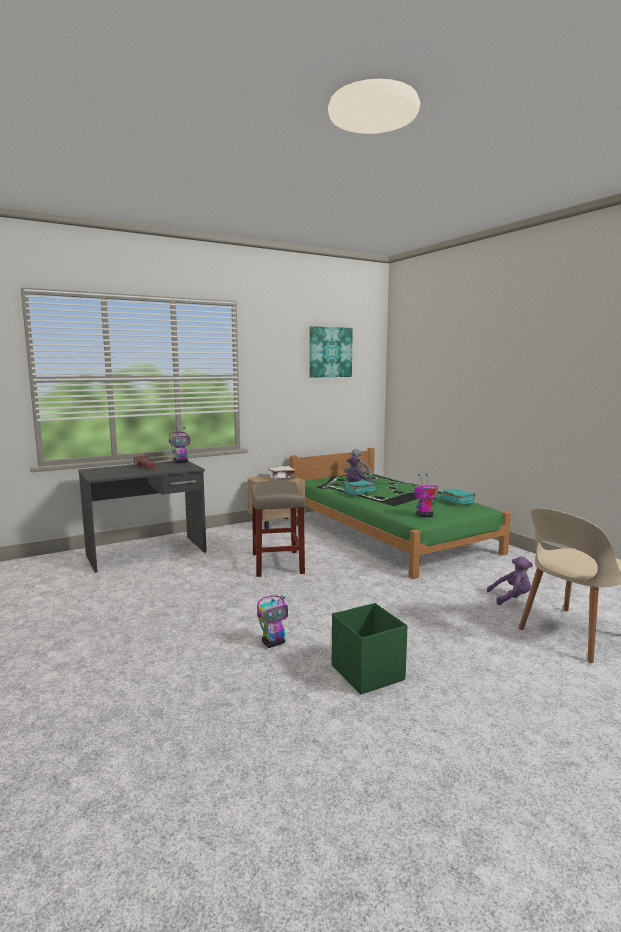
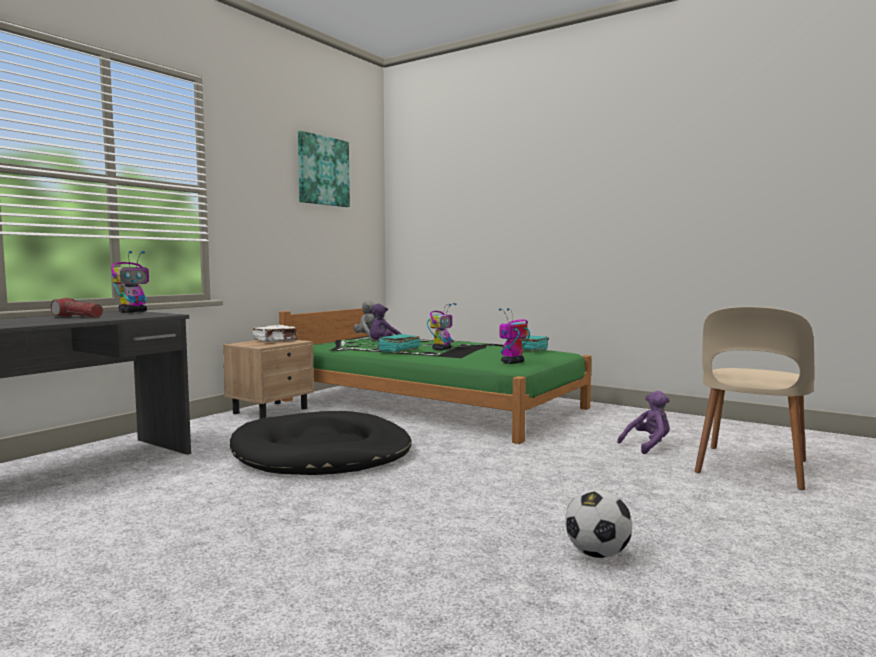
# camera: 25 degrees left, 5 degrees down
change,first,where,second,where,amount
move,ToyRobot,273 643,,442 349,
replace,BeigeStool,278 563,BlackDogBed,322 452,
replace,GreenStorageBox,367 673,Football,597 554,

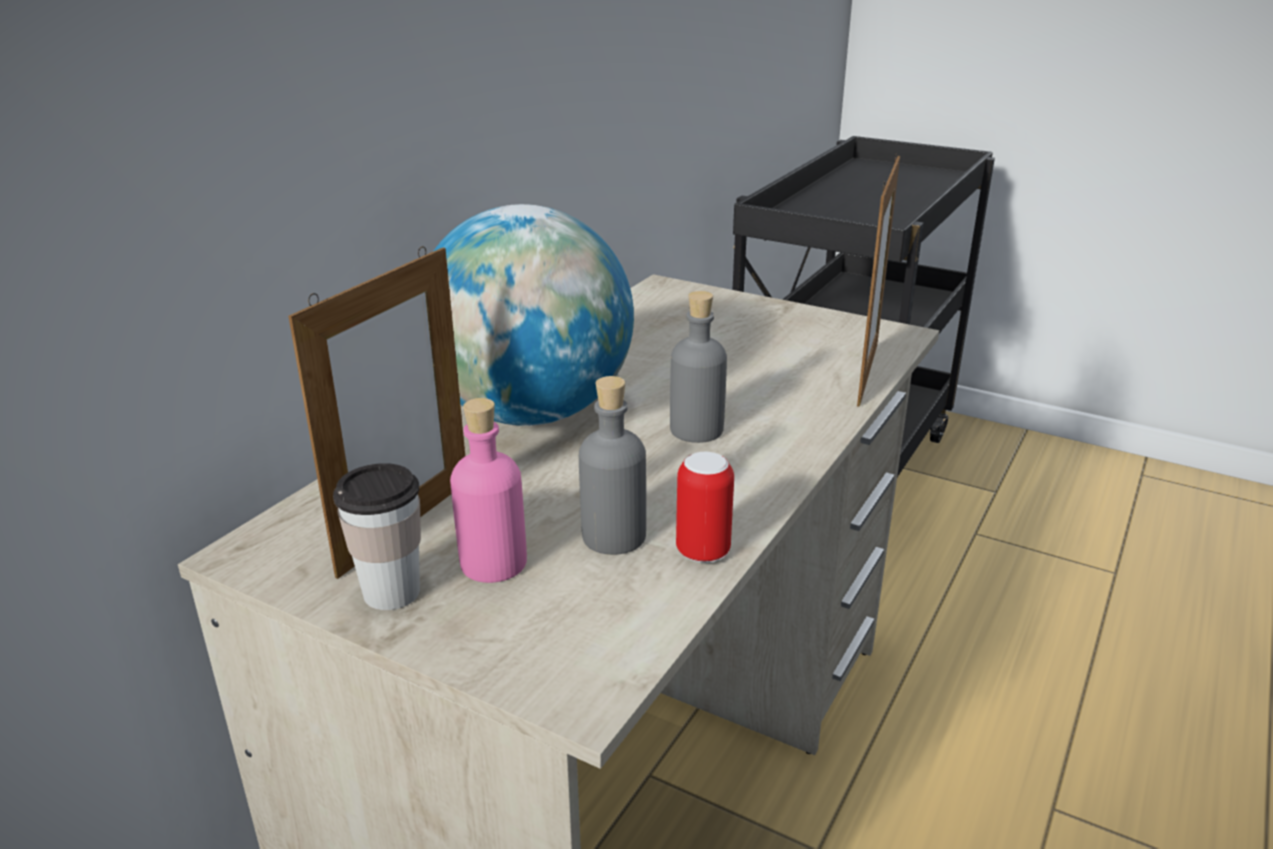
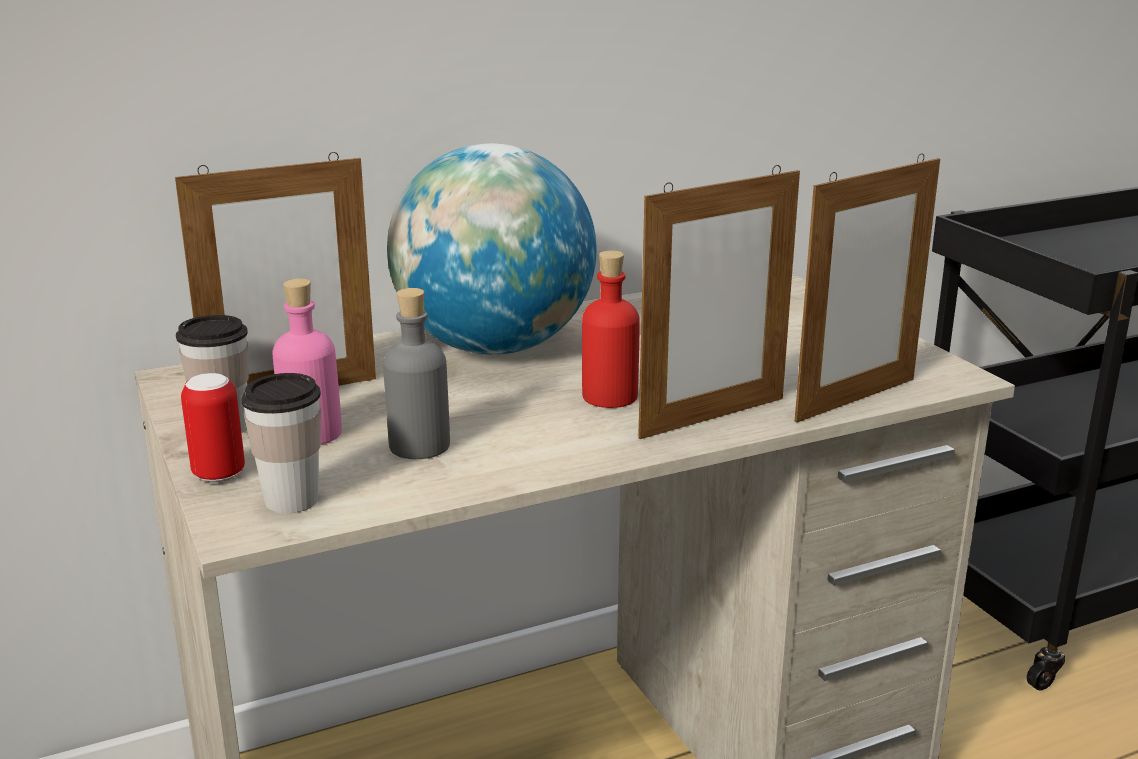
# camera: 35 degrees right, 5 degrees down
change,first,where,second,where,amount
insert,,,Cup,291 500,
insert,,,PictureFrame,712 417,
move,Can,703 552,,219 474,
recolor,GreyBottle,696 430,RedBottle,609 396,

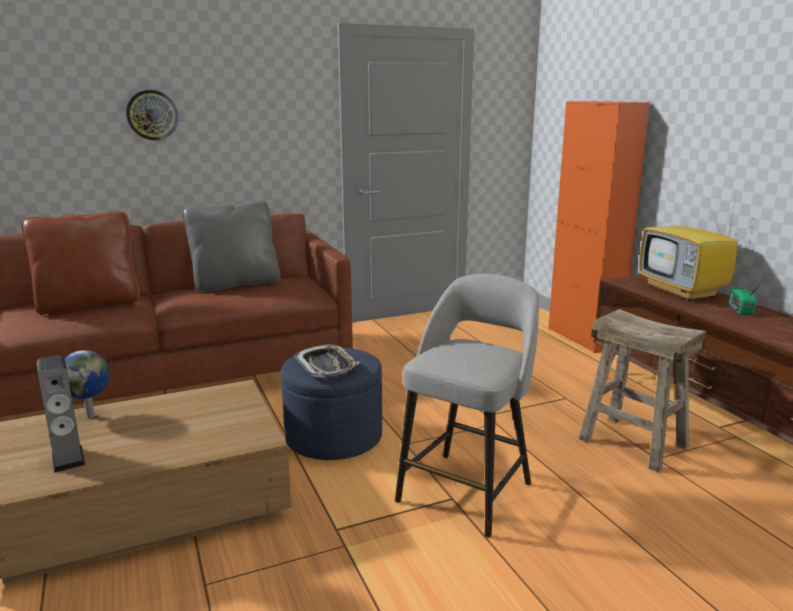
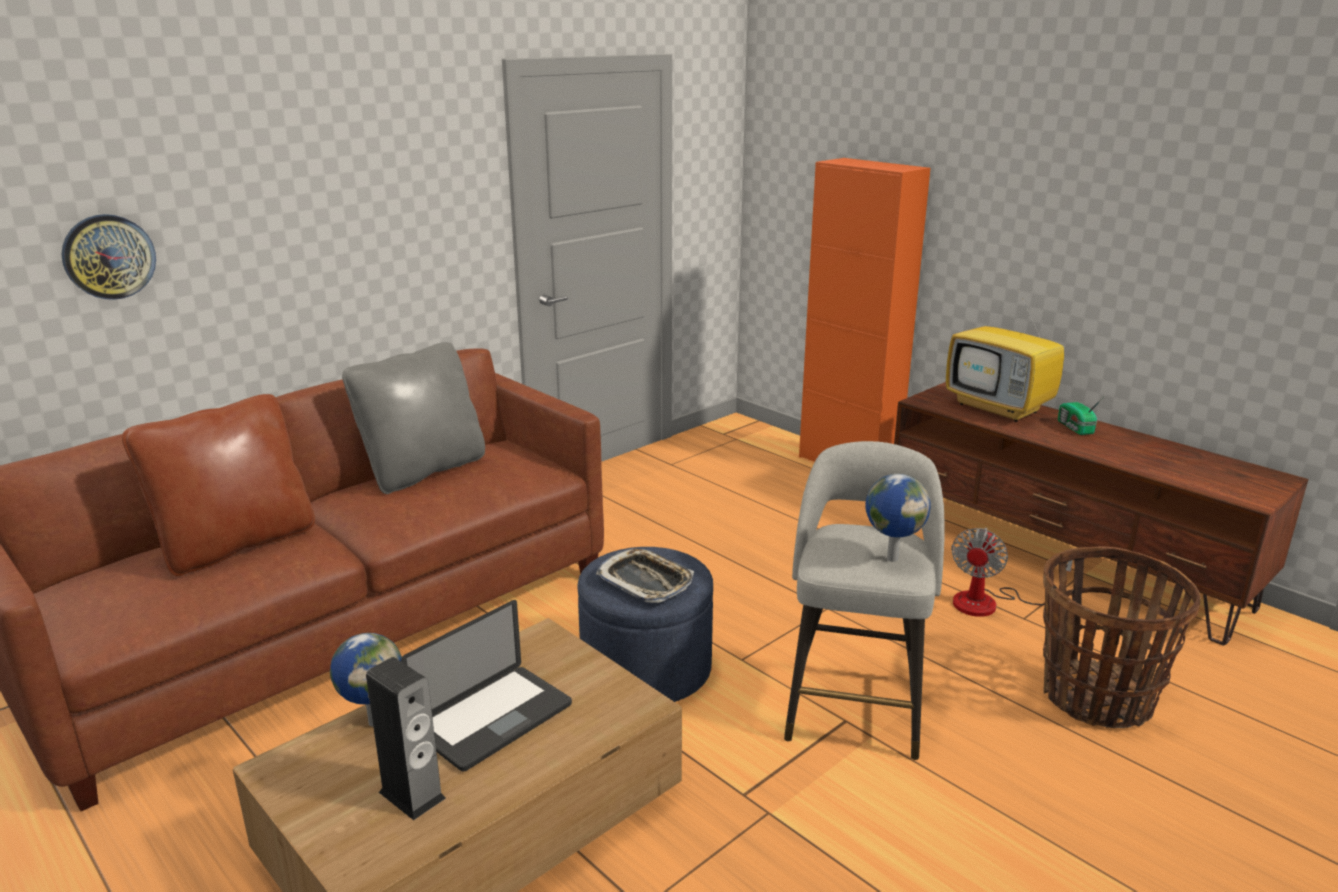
# camera: 20 degrees left, 5 degrees up
change,first,where,second,where,amount
insert,,,Laptop,493 719,
insert,,,Globe,891 558,
insert,,,Basket,1096 698,
move,WallClock,152 115,,109 256,
replace,BeigeStool,634 443,Fan,989 603,

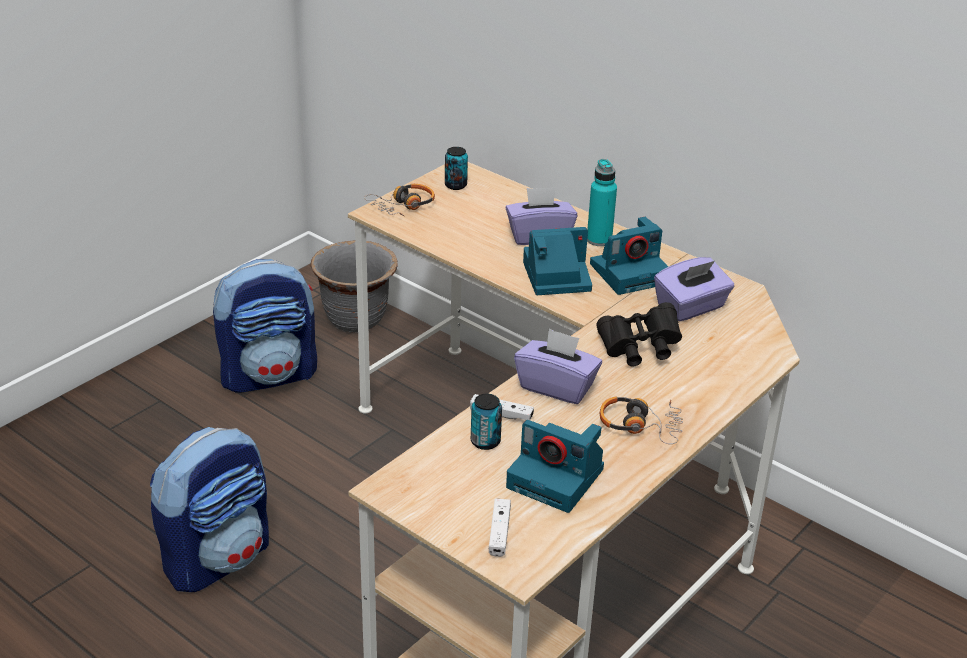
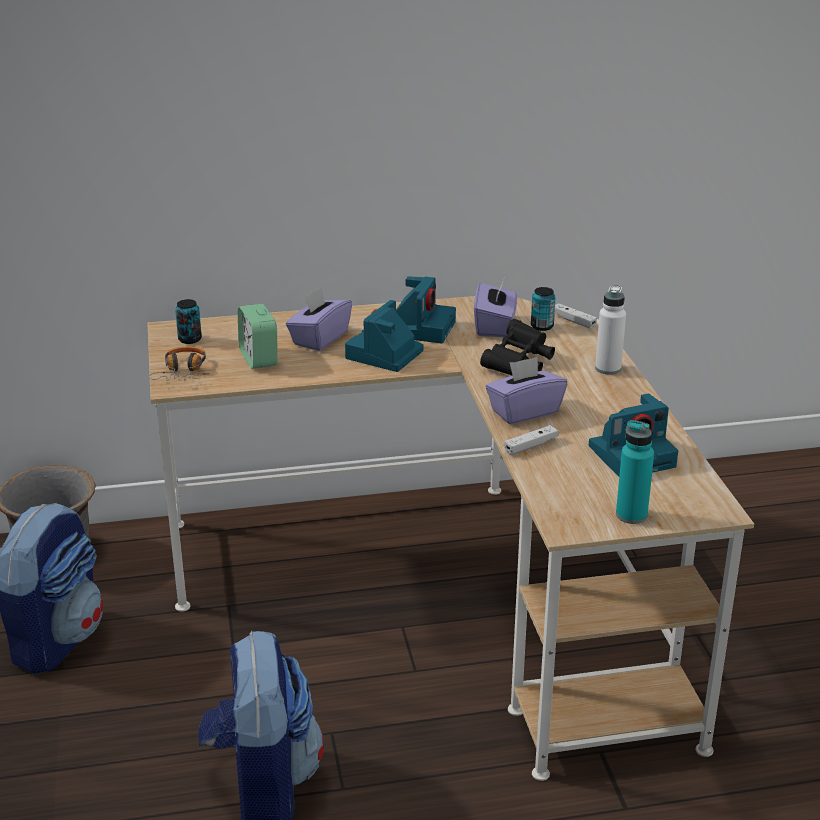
# camera: 50 degrees left, 5 degrees down
change,first,where,second,where,amount
delete,Headphones,640 425,,,
insert,,,AlarmClock,259 358,
insert,,,WhiteBottle,608 368,
move,Can,485 441,,542 326,
move,WhiteGameController,499 533,,573 321,
move,TurquoiseBottle,599 240,,631 515,

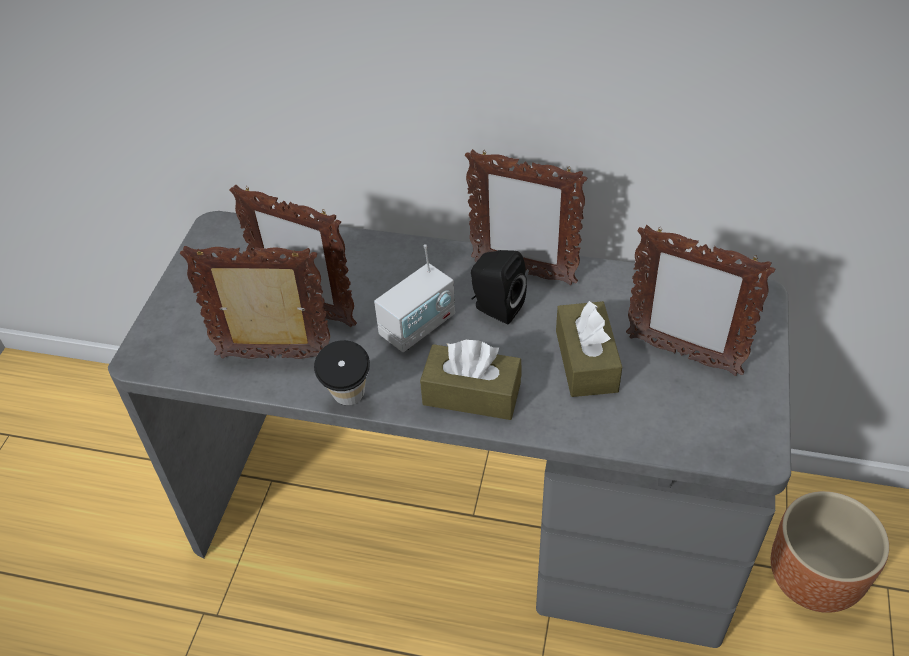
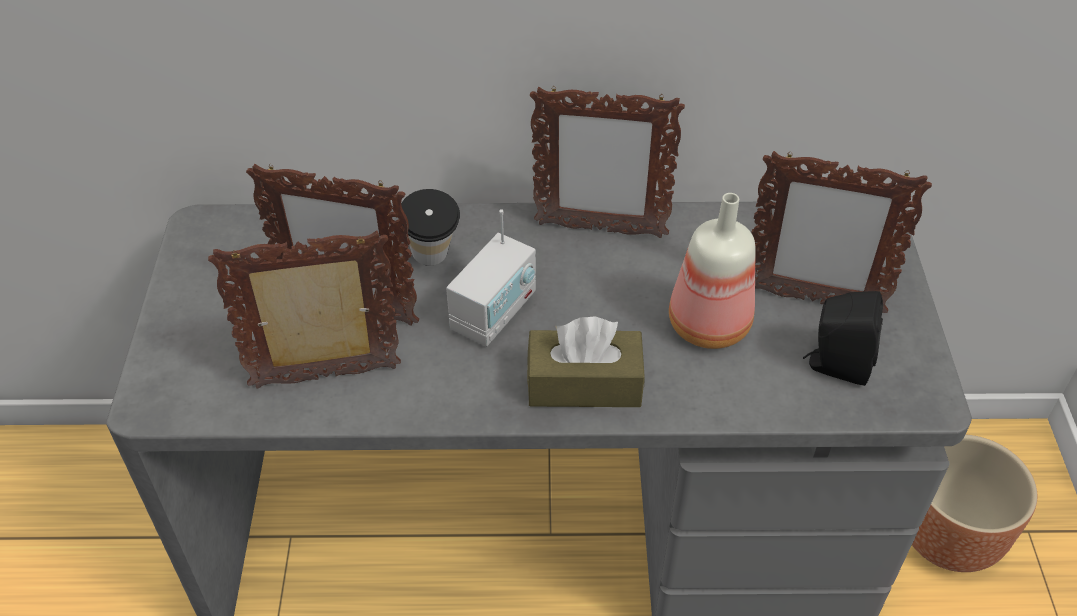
# camera: 15 degrees left, 0 degrees up
change,first,where,second,where,amount
move,Cup,349 402,,433 262,
move,BlackSpeaker,495 308,,835 365,
replace,BrownTissueBox,586 361,Bottle,706 324,

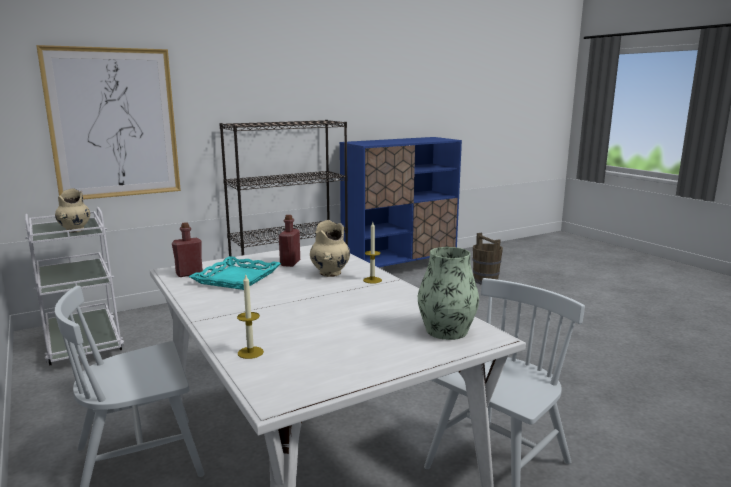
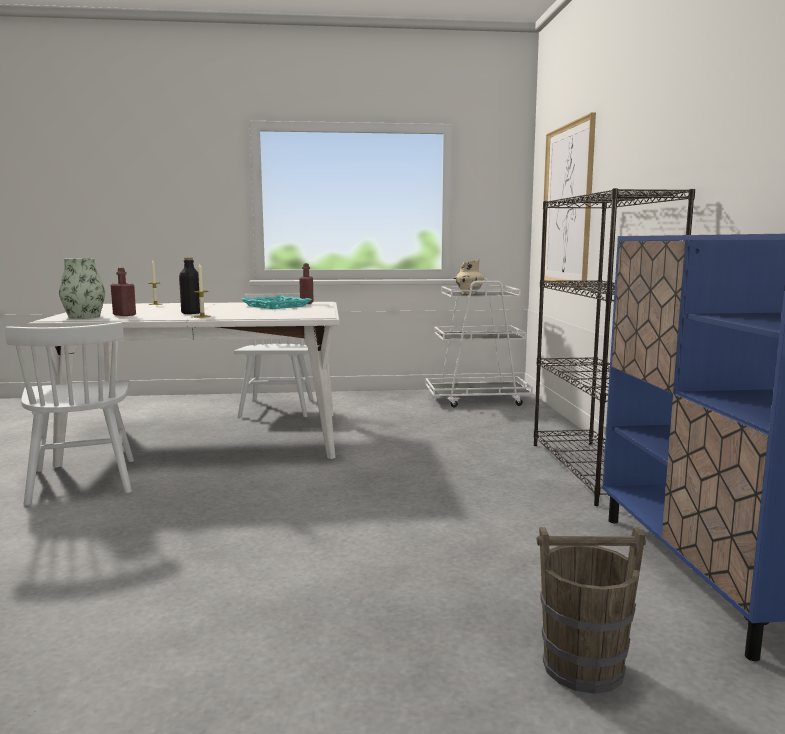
# camera: 115 degrees right, 5 degrees down
change,first,where,second,where,amount
delete,BeigeVase,330 274,,,
insert,,,BlackBottle,191 313,
move,RedBottle,290 263,,124 315,

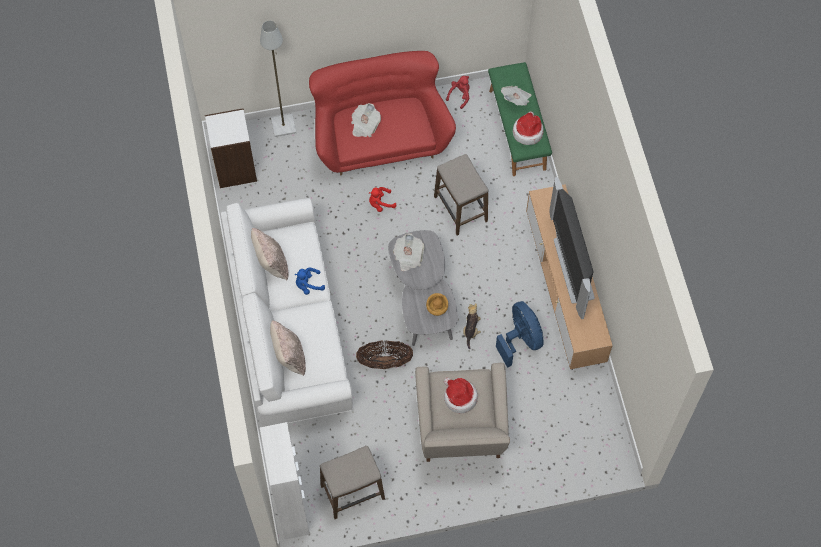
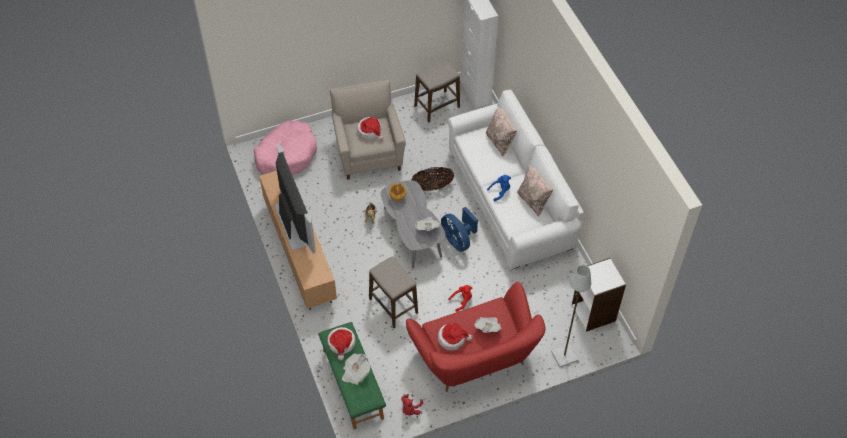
# camera: 170 degrees right, 10 degrees down
change,first,where,second,where,amount
insert,,,PinkDogBed,286 155,
insert,,,Hat,452 339,
move,BlueFan,520 340,,458 240,

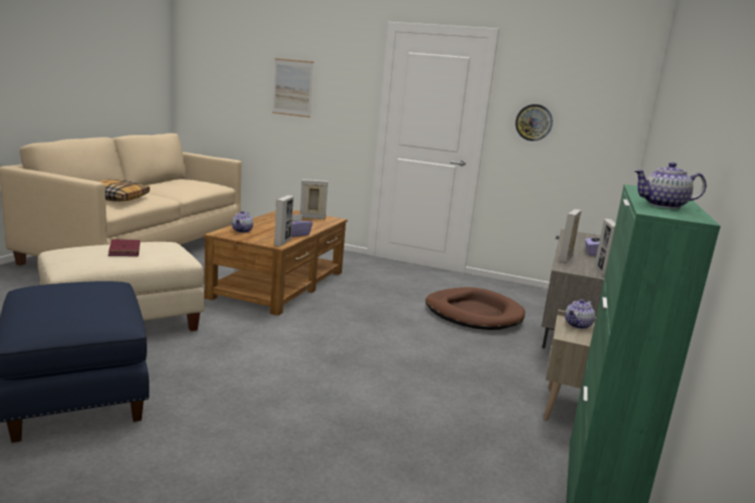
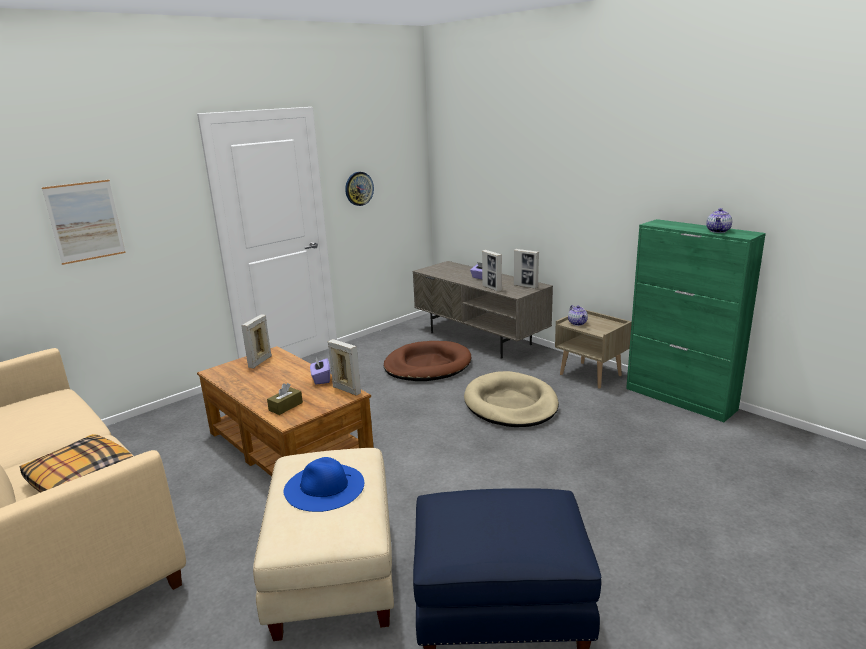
# camera: 60 degrees left, 5 degrees up
change,first,where,second,where,amount
insert,,,BeigeDogBed,510 404,
replace,RedBook,124 250,BlueHat,324 487,
replace,Teapot,242 231,BrownTissueBox,285 406,

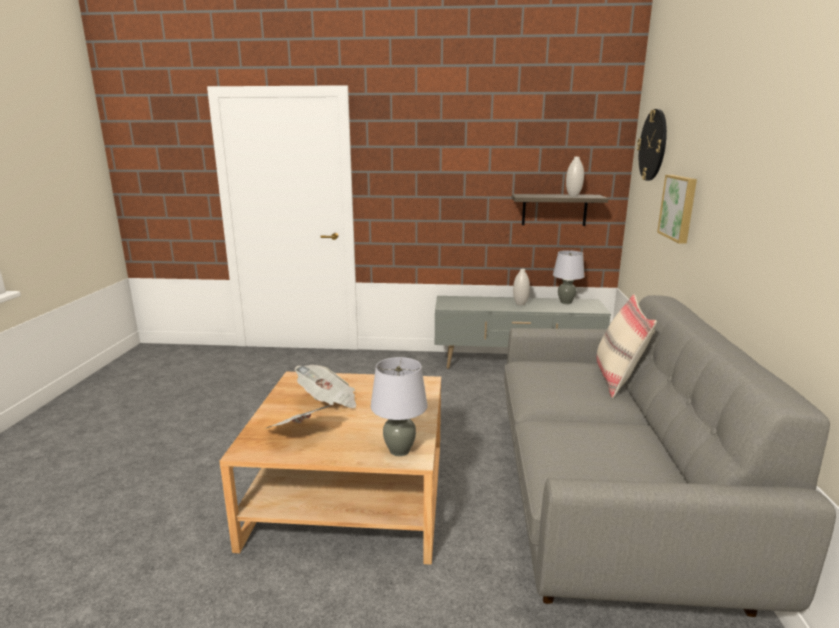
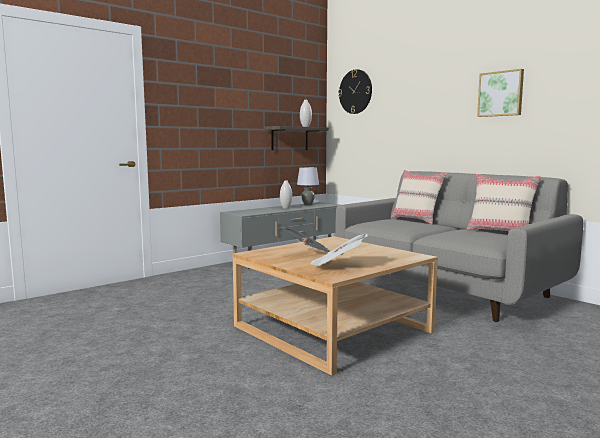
# camera: 45 degrees left, 10 degrees down
change,first,where,second,where,amount
delete,GreyTableLamp,400 450,,,
insert,,,BeigePillow,500 232,
move,Picture,679 207,,501 94,

